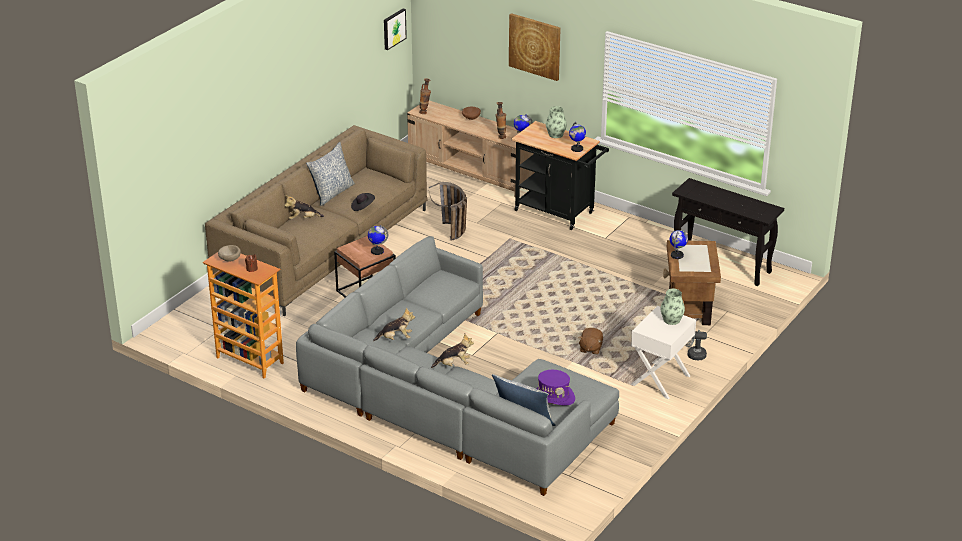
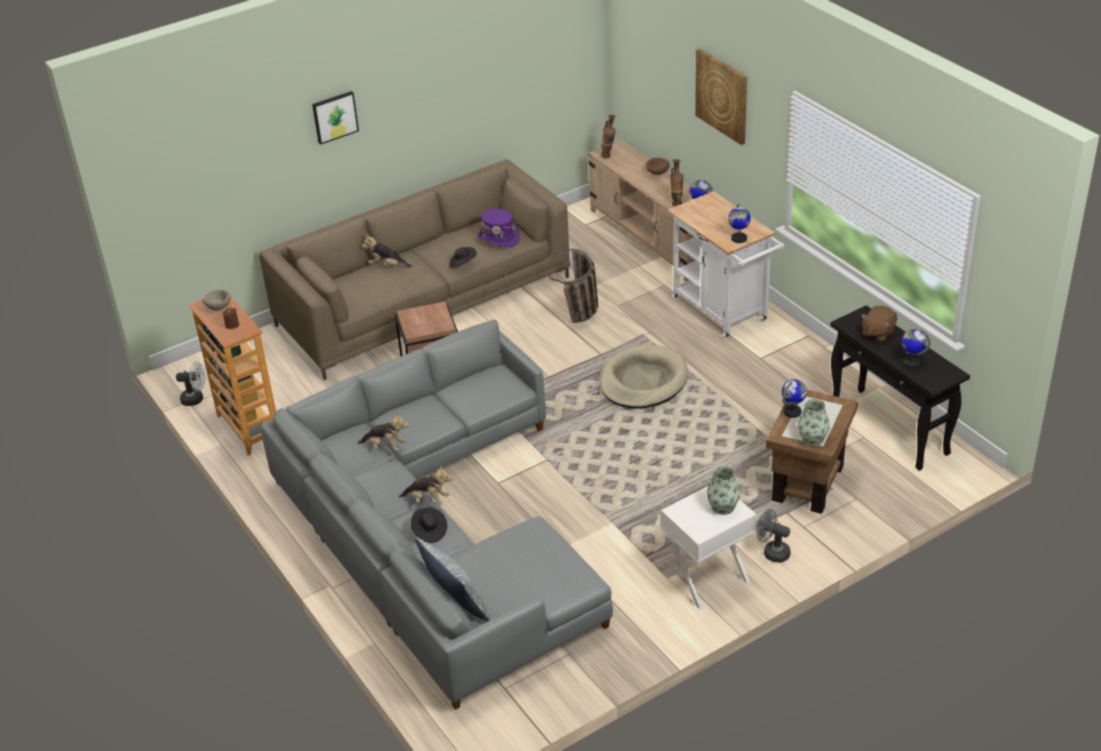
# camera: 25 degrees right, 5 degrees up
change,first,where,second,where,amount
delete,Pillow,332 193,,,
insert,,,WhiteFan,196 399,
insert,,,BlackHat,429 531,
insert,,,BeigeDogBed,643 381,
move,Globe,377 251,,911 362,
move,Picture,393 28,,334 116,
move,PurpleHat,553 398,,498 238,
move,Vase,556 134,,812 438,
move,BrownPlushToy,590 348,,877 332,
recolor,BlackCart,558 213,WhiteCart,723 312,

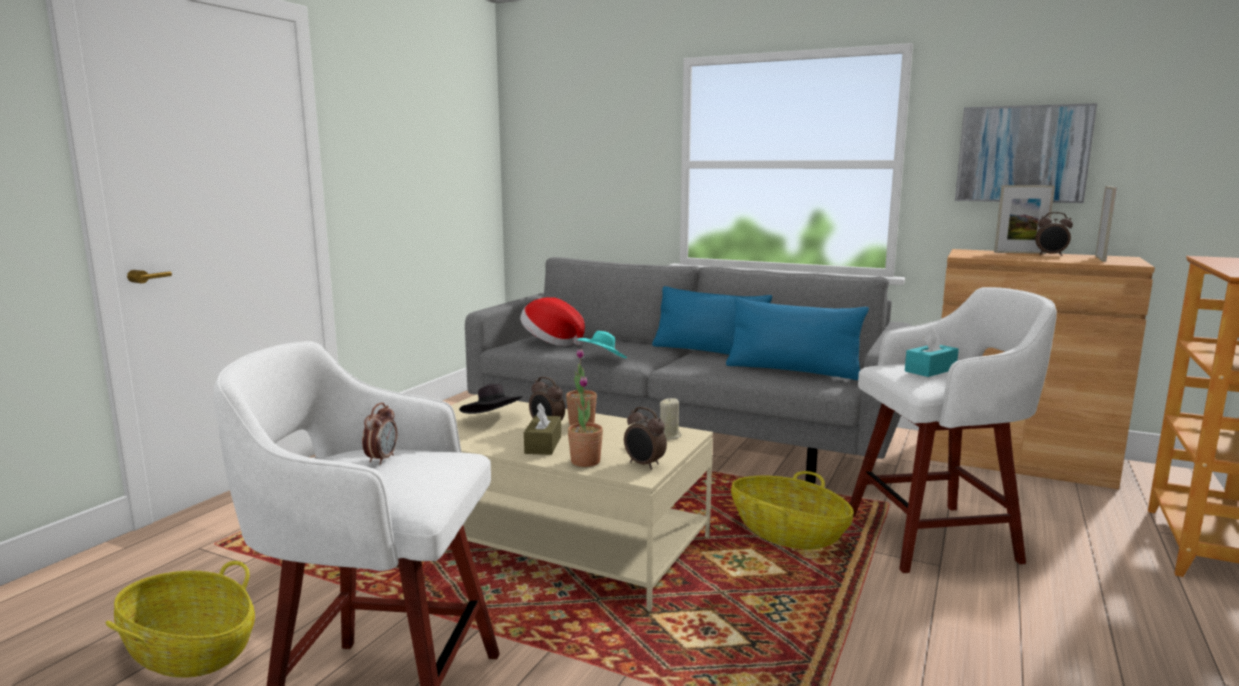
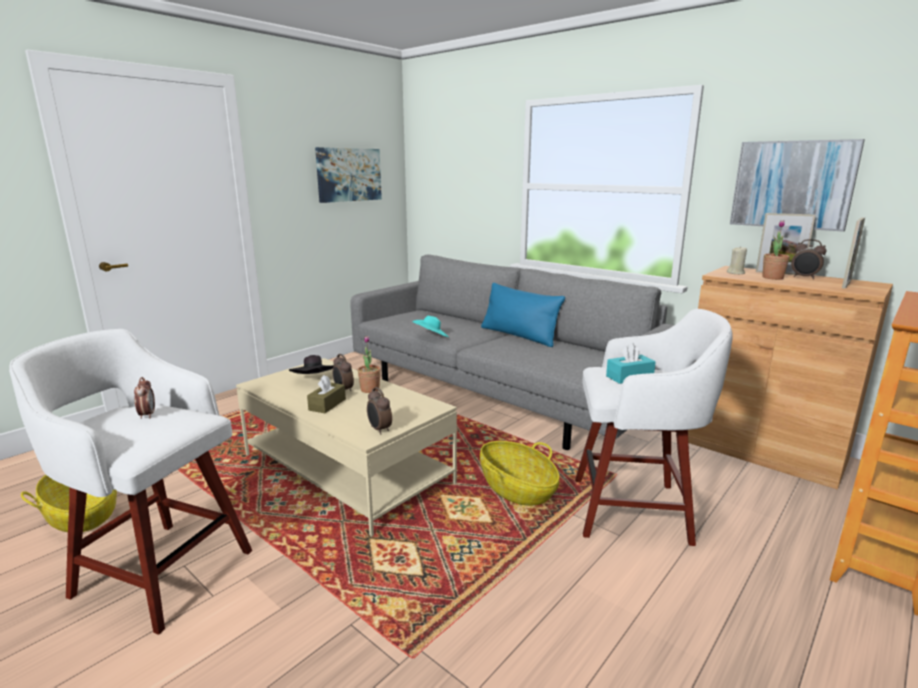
# camera: 15 degrees right, 5 degrees up
change,first,where,second,where,amount
delete,Hat,551 342,,,
delete,BluePillow,793 371,,,
insert,,,Picture,349 174,
move,PottedPlant,585 461,,772 278,
move,BeigeCandle,669 436,,736 273,
rotate,AlarmClock,382 459,,147 415,45 degrees counterclockwise

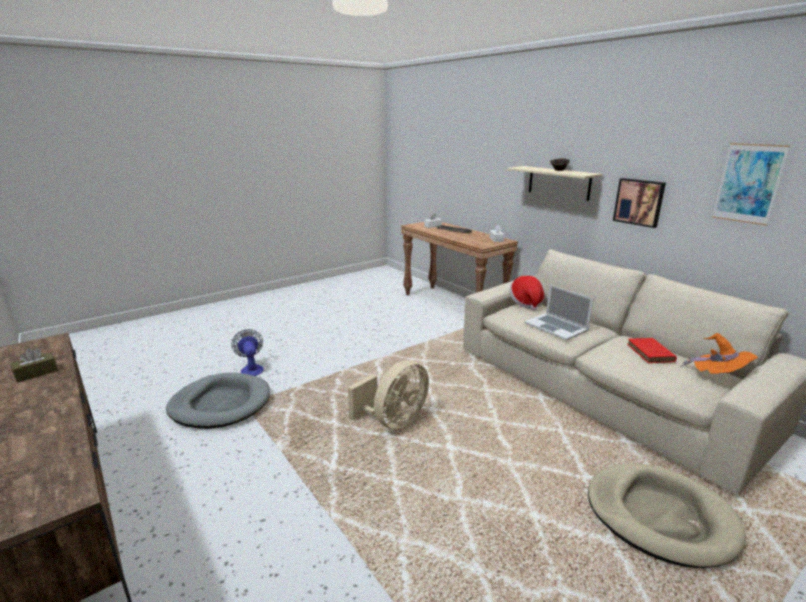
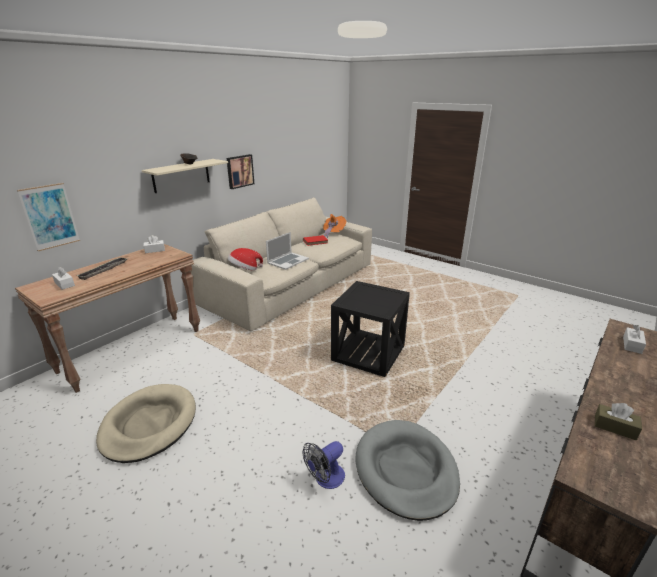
# camera: 105 degrees left, 5 degrees up
change,first,where,second,where,amount
insert,,,WhiteTissueBox,632 345,
move,BeigeDogBed,659 516,,149 425,
move,Picture,748 183,,50 216,
replace,BeigeFan,394 421,BlackSideTable,368 353,

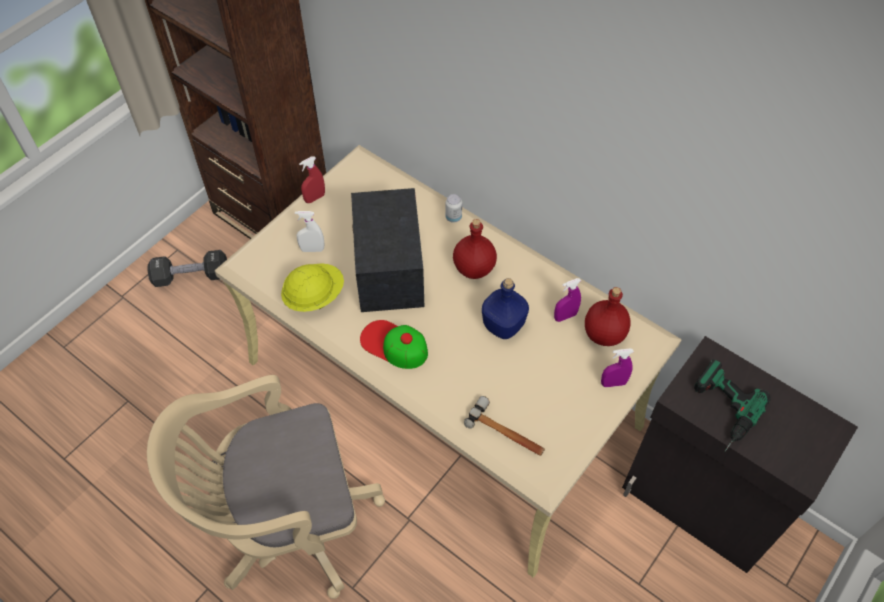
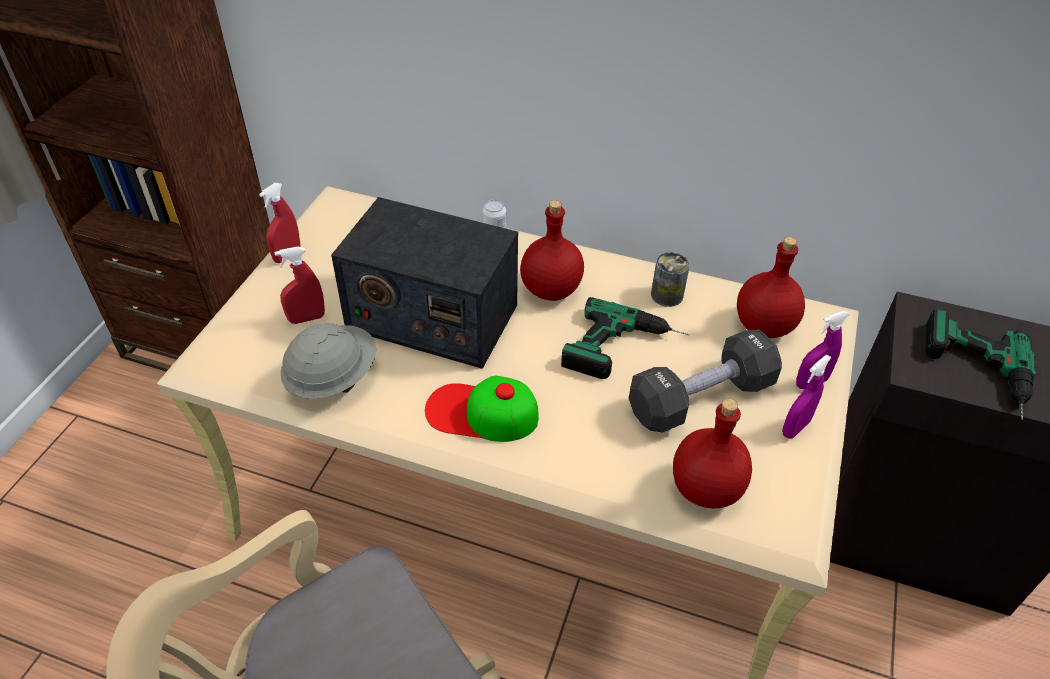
# camera: 20 degrees left, 10 degrees down
change,first,where,second,where,amount
insert,,,Can,667 295,
move,BlackDumbbell,191 276,,701 398,
move,PurpleSprayBottle,565 316,,795 428,
replace,Hammer,506 432,RedBottle,704 488,
replace,BlueBottle,503 326,PowerDrill,625 350,
recolor,YellowHardHat,314 296,GreyHardHat,332 378,
recolor,WhiteSprayBottle,312 249,RedSprayBottle,306 318,
rotate,Radio,389 268,,431 316,45 degrees counterclockwise

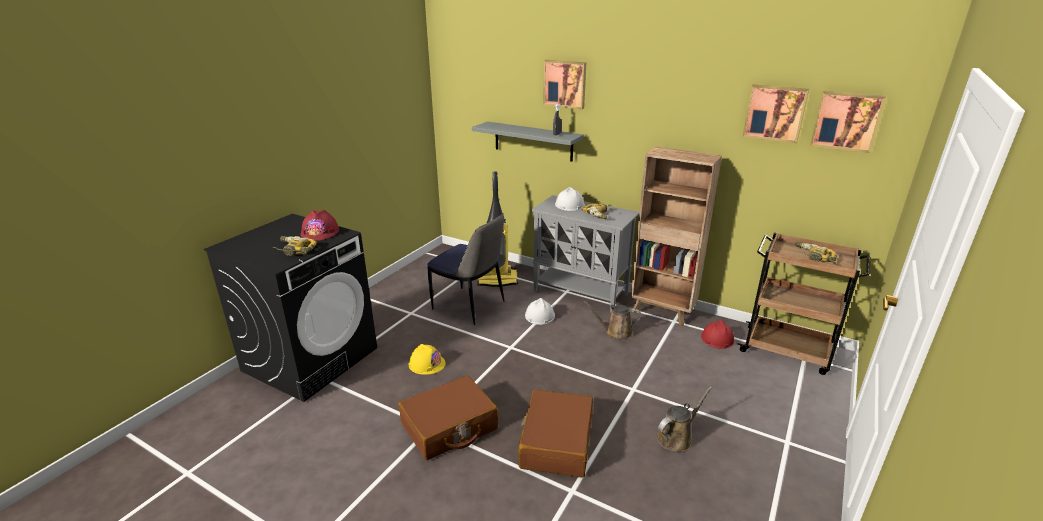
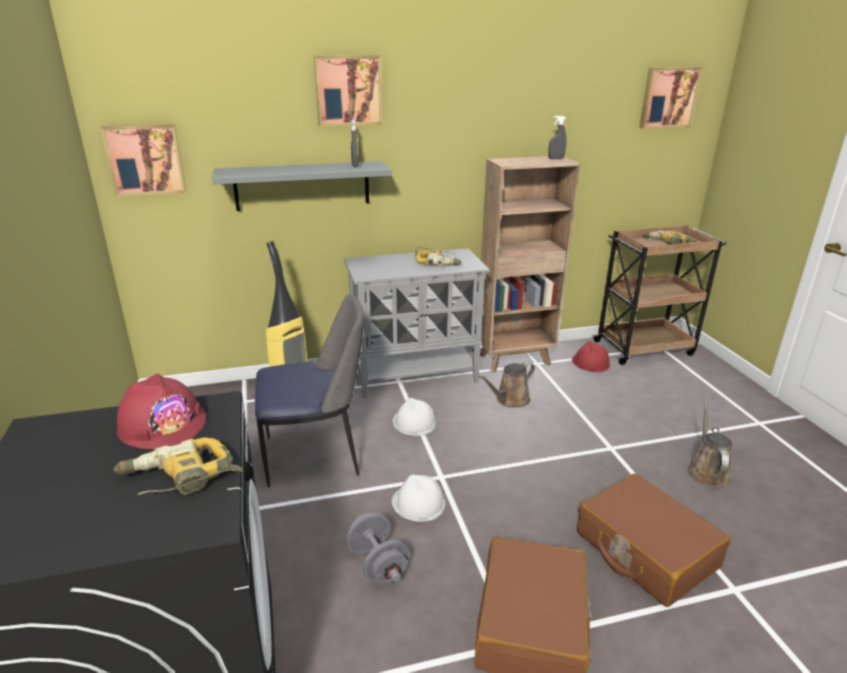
# camera: 45 degrees left, 0 degrees up
change,first,where,second,where,amount
insert,,,GreySprayBottle,556 158,
move,WhiteHardHat,569 205,,418 503,
move,Picture,775 113,,145 159,
replace,YellowHardHat,427 364,GreyDumbbell,377 564,

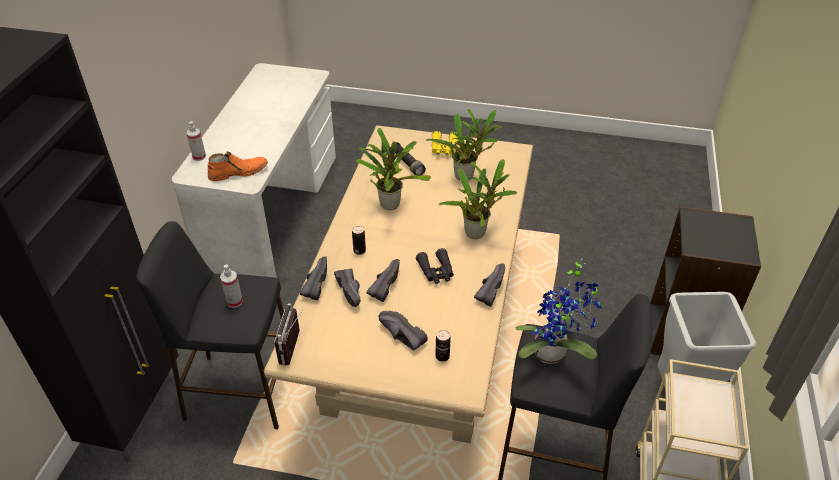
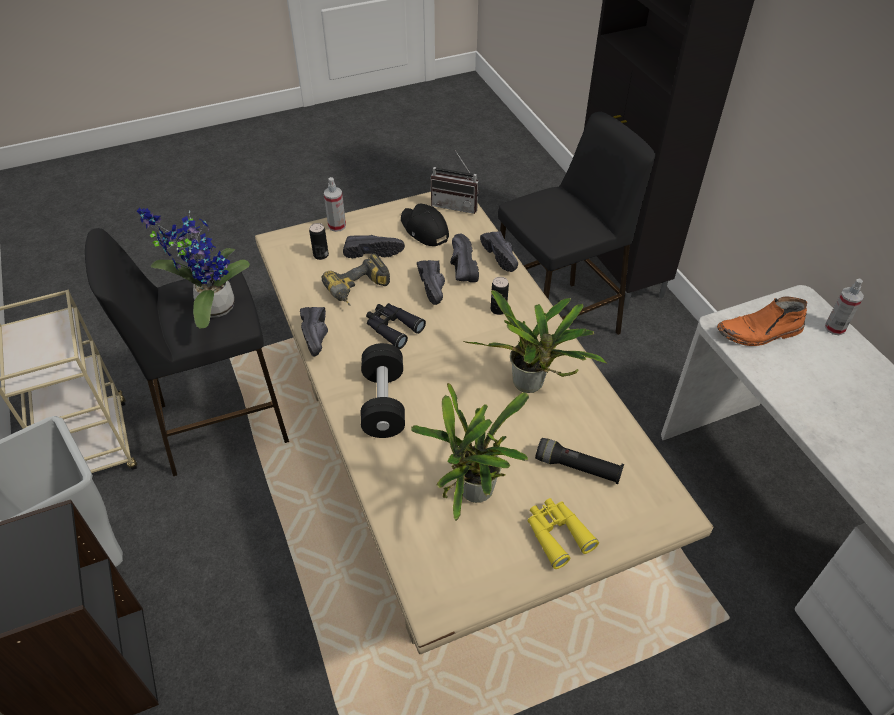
# camera: 145 degrees right, 5 degrees up
change,first,where,second,where,amount
insert,,,PowerDrill,359 291,
insert,,,BlackCap,424 230,
move,SprayBottle,234 302,,337 226,
replace,PottedPlant,477 232,BlackDumbbell,383 403,
rotate,OrangeBoot,238 172,,759 333,45 degrees clockwise
rotate,Radio,295 348,,456 204,135 degrees clockwise
rotate,BlackShoe,352 292,,459 267,45 degrees clockwise

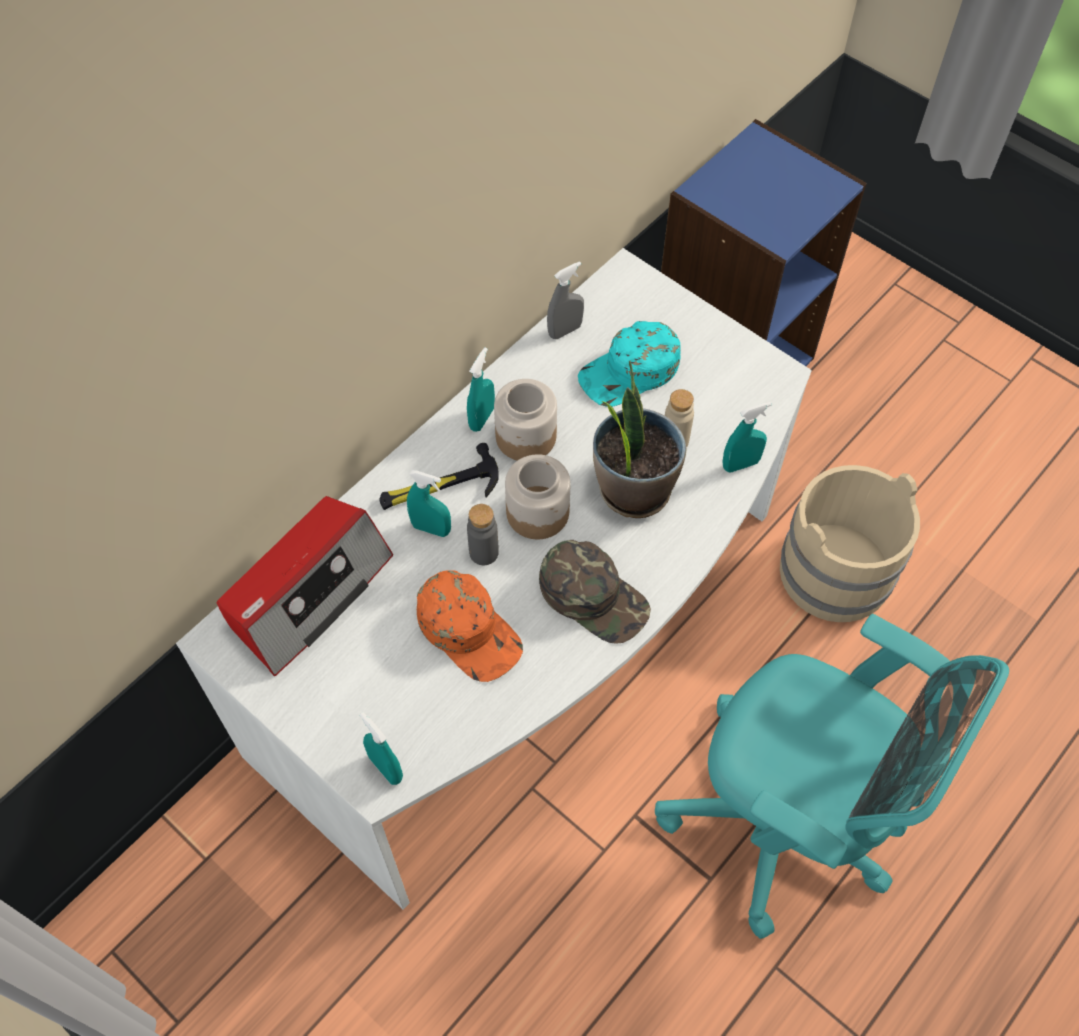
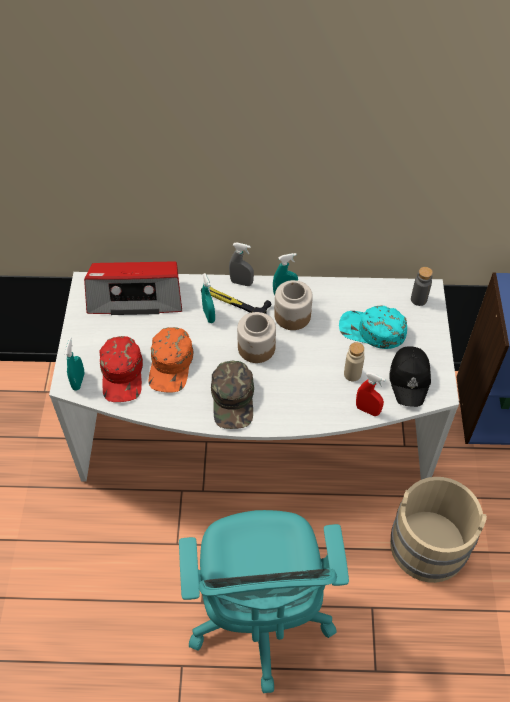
# camera: 50 degrees right, 5 degrees down
change,first,where,second,where,amount
delete,PottedPlant,633 488,,,
insert,,,RedCap,122 374,
insert,,,BlackCap,410 379,
move,GreyBottle,484 552,,418 299,
move,GreySprayBottle,565 330,,241 282,
recolor,TurquoiseSprayBottle,740 464,RedSprayBottle,367 410,

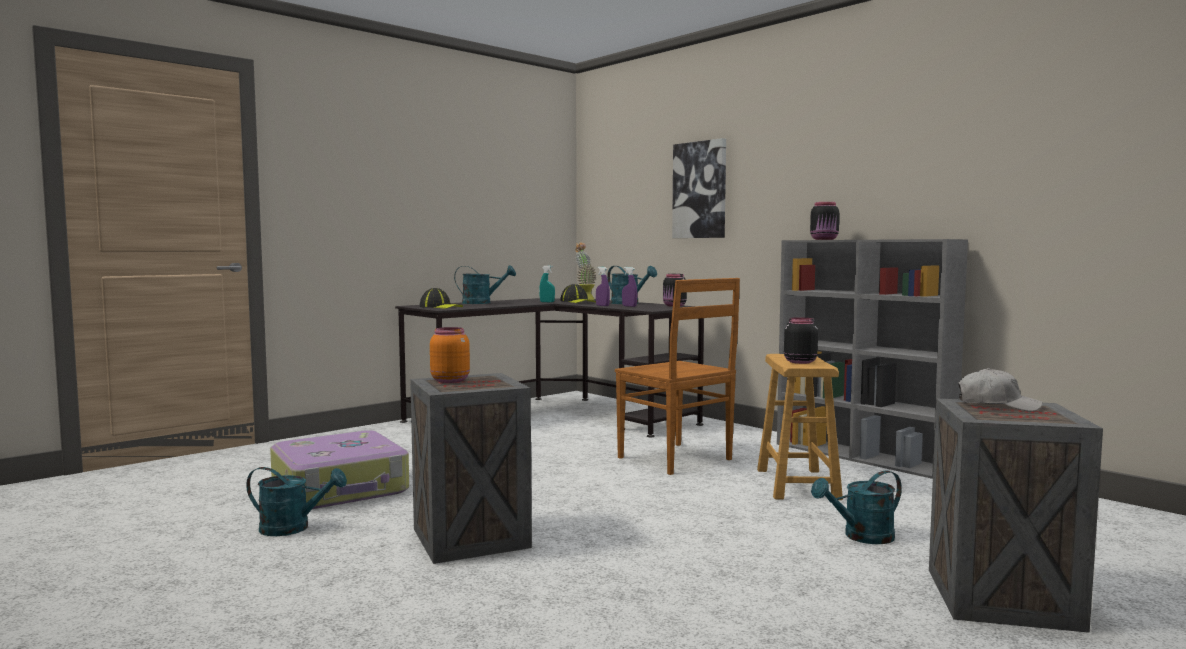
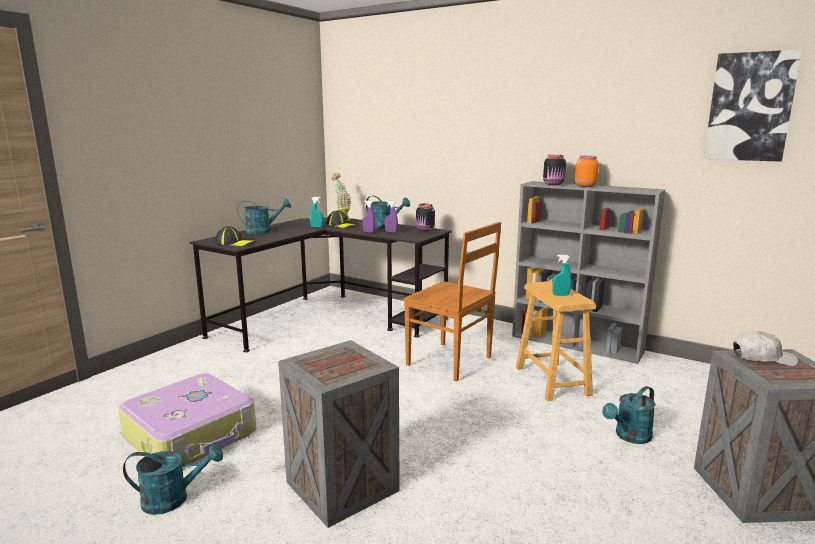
# camera: 15 degrees left, 10 degrees up
change,first,where,second,where,amount
move,OrangeJar,450 380,,584 186,
move,Picture,700 190,,750 107,
replace,BlackJar,799 362,TurquoiseSprayBottle,560 295,

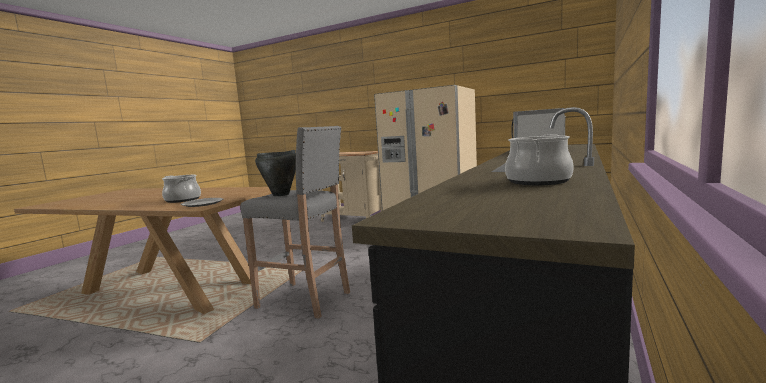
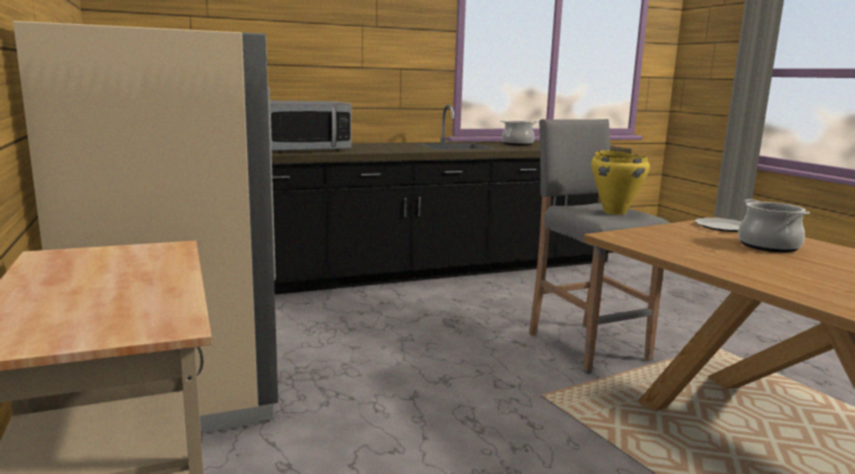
# camera: 140 degrees left, 5 degrees up
change,first,where,second,where,amount
recolor,BlackCookingPot,281 194,YellowCookingPot,614 212,

